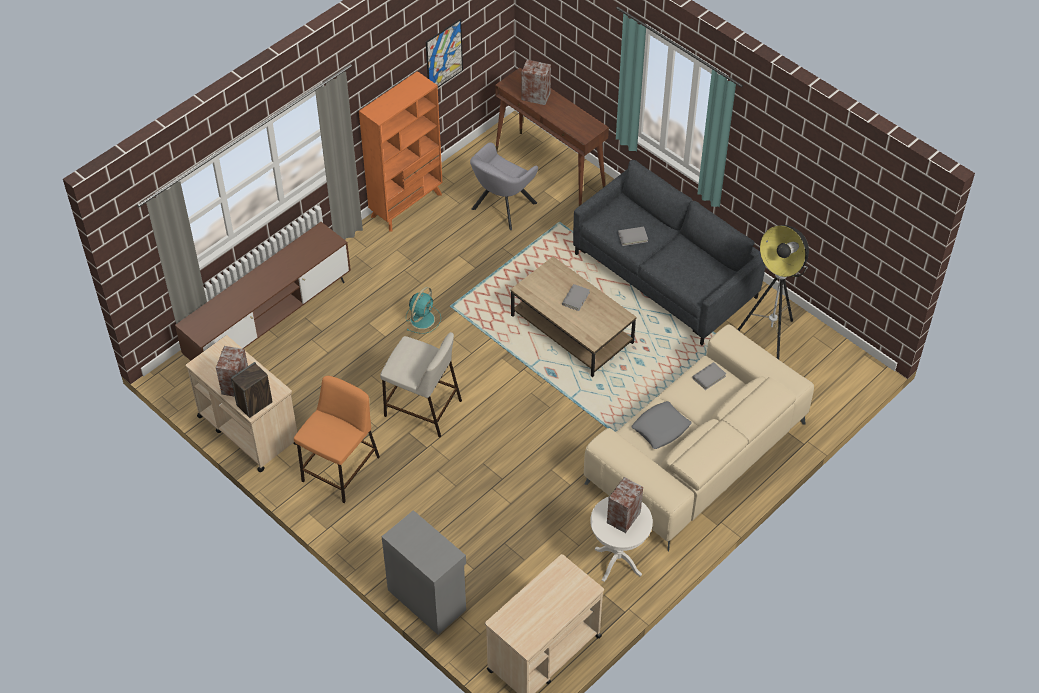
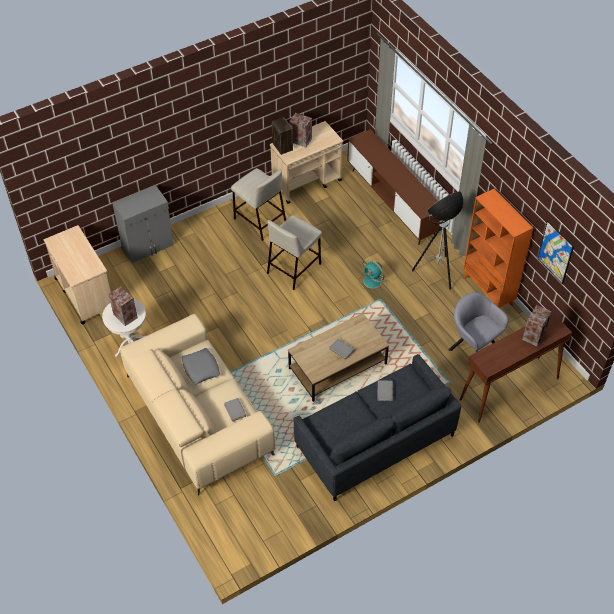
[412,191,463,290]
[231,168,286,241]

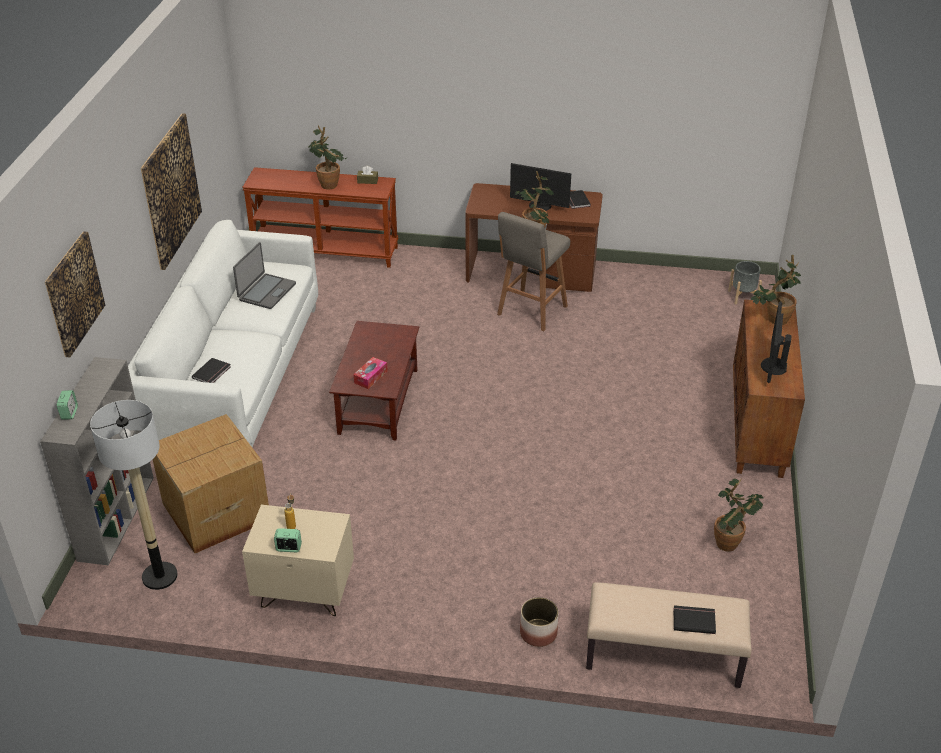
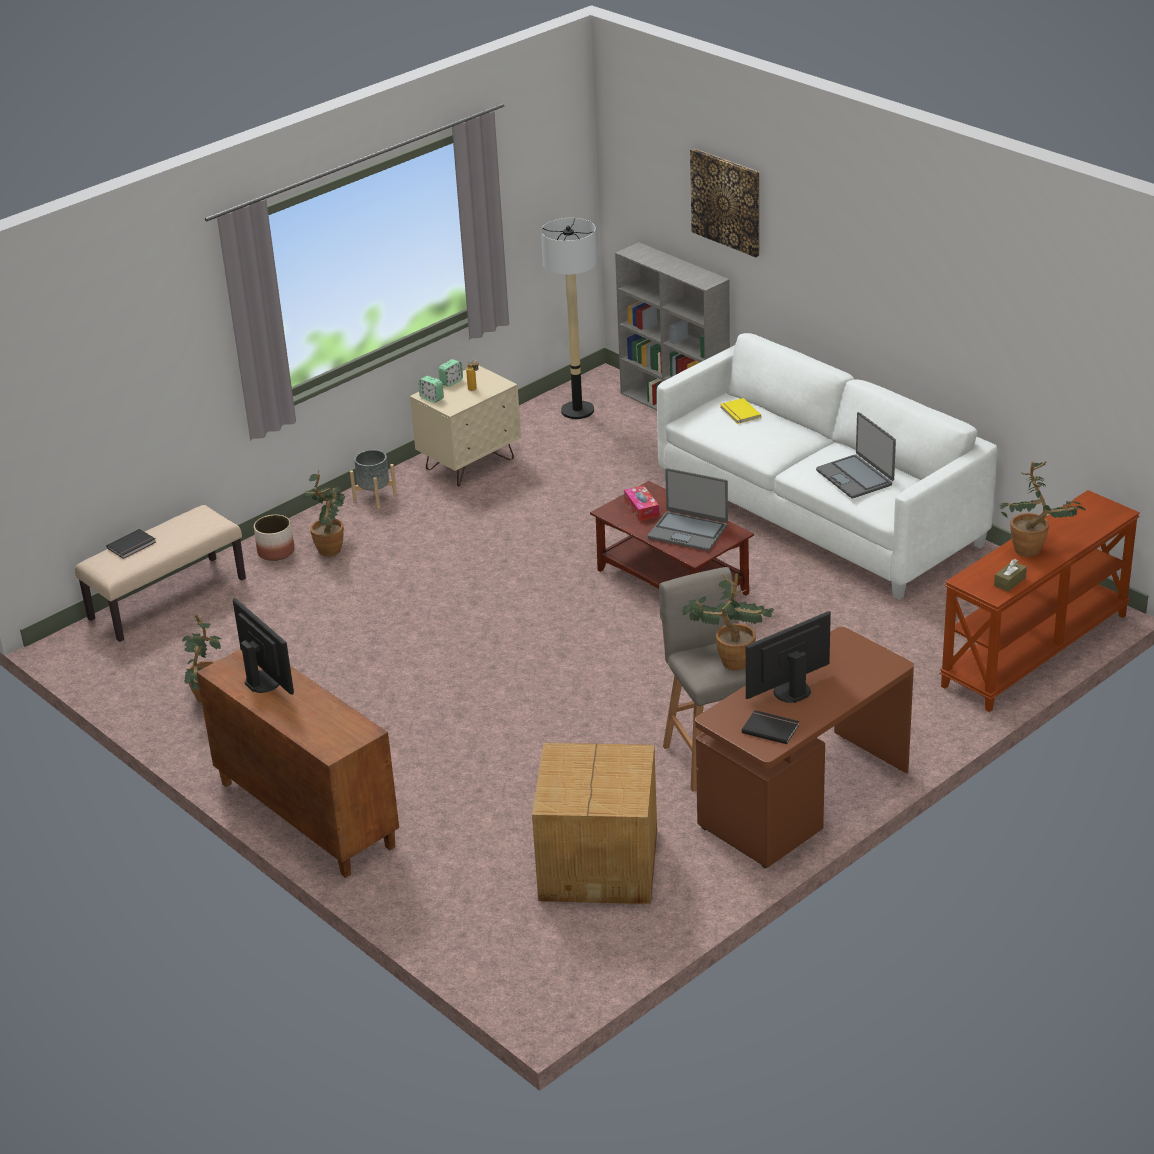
[141,114,202,270] (first image)
[648,468,728,551]
[419,376,443,403]
[532,743,657,904]
[350,450,397,509]
[303,470,345,557]
[720,398,761,424]

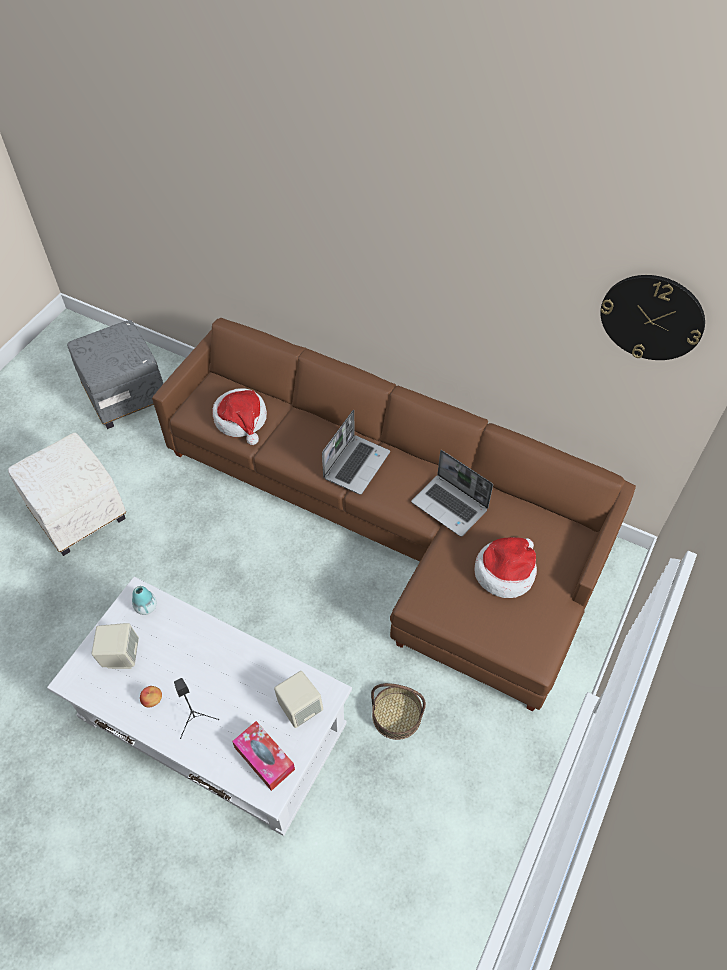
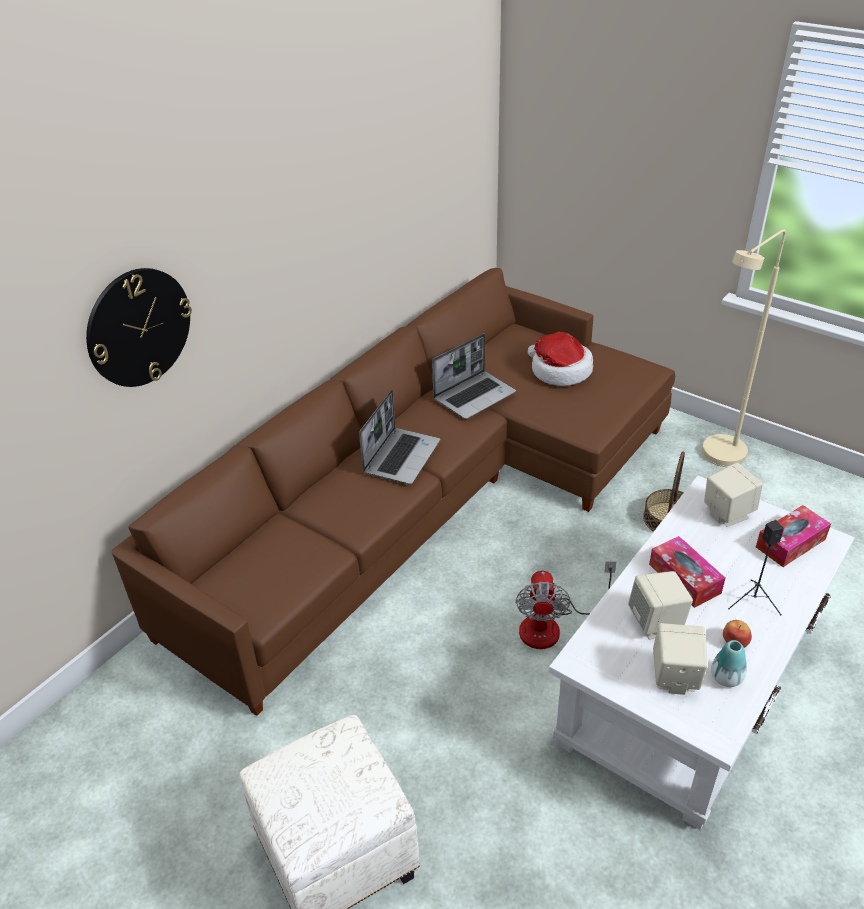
[67,320,163,429] (first image)
[212,388,267,445] (first image)
[516,562,616,649]
[628,571,693,640]
[649,536,725,608]
[702,230,786,467]
[711,640,747,687]
[86,268,192,387]
[359,389,440,484]

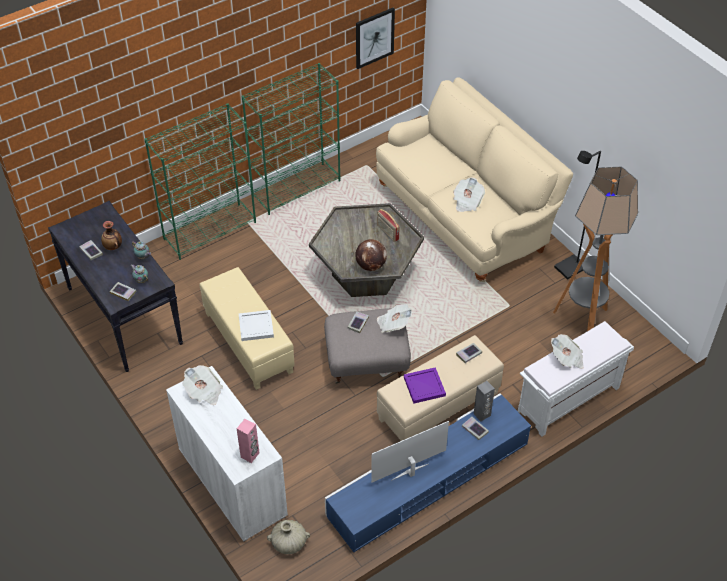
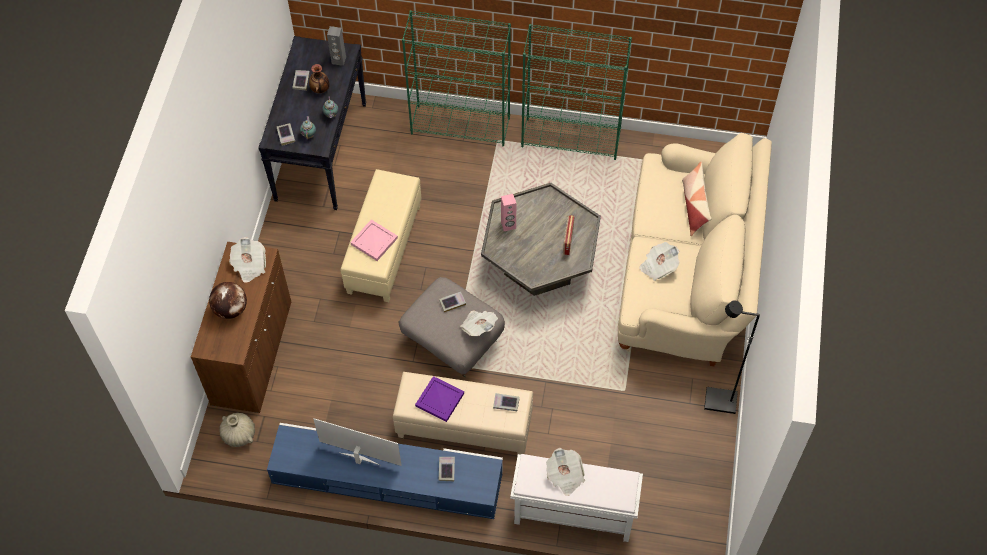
[356,8,395,69] (first image)
[553,167,638,331] (first image)
[682,162,711,236]
[501,194,517,231]
[209,282,247,319]
[327,26,346,66]
[191,242,291,413]
[350,220,398,261]

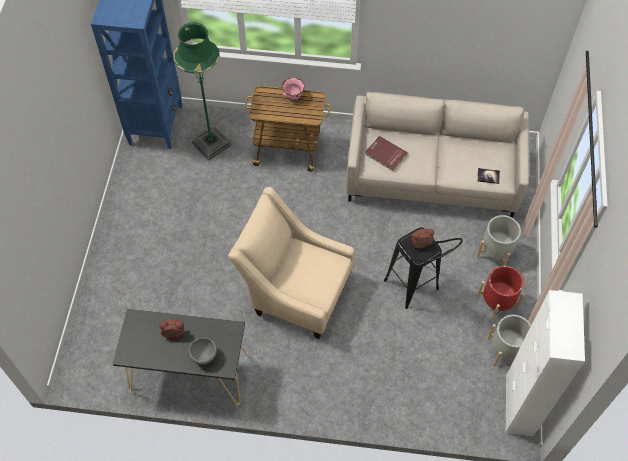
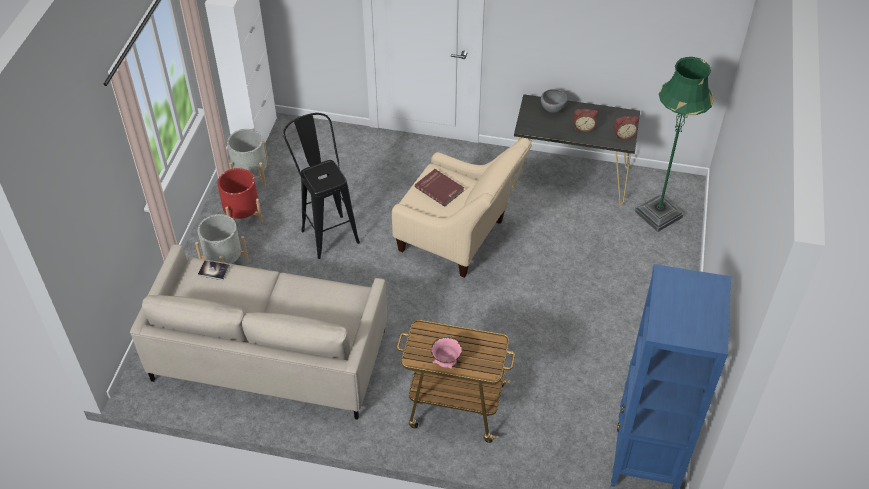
[634,57,714,232]
[415,169,464,207]
[614,116,639,140]

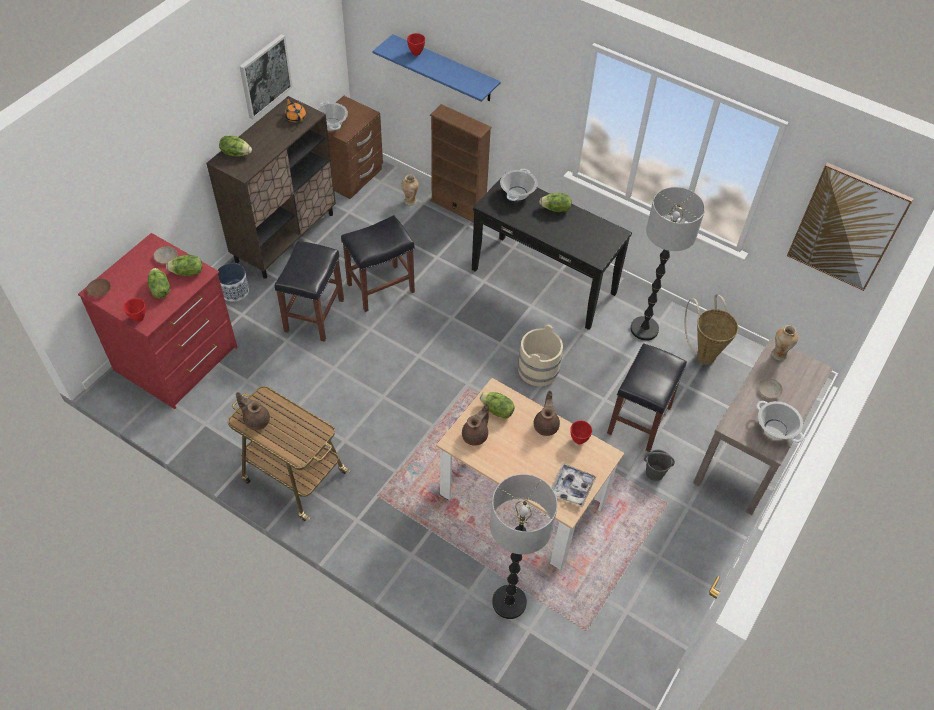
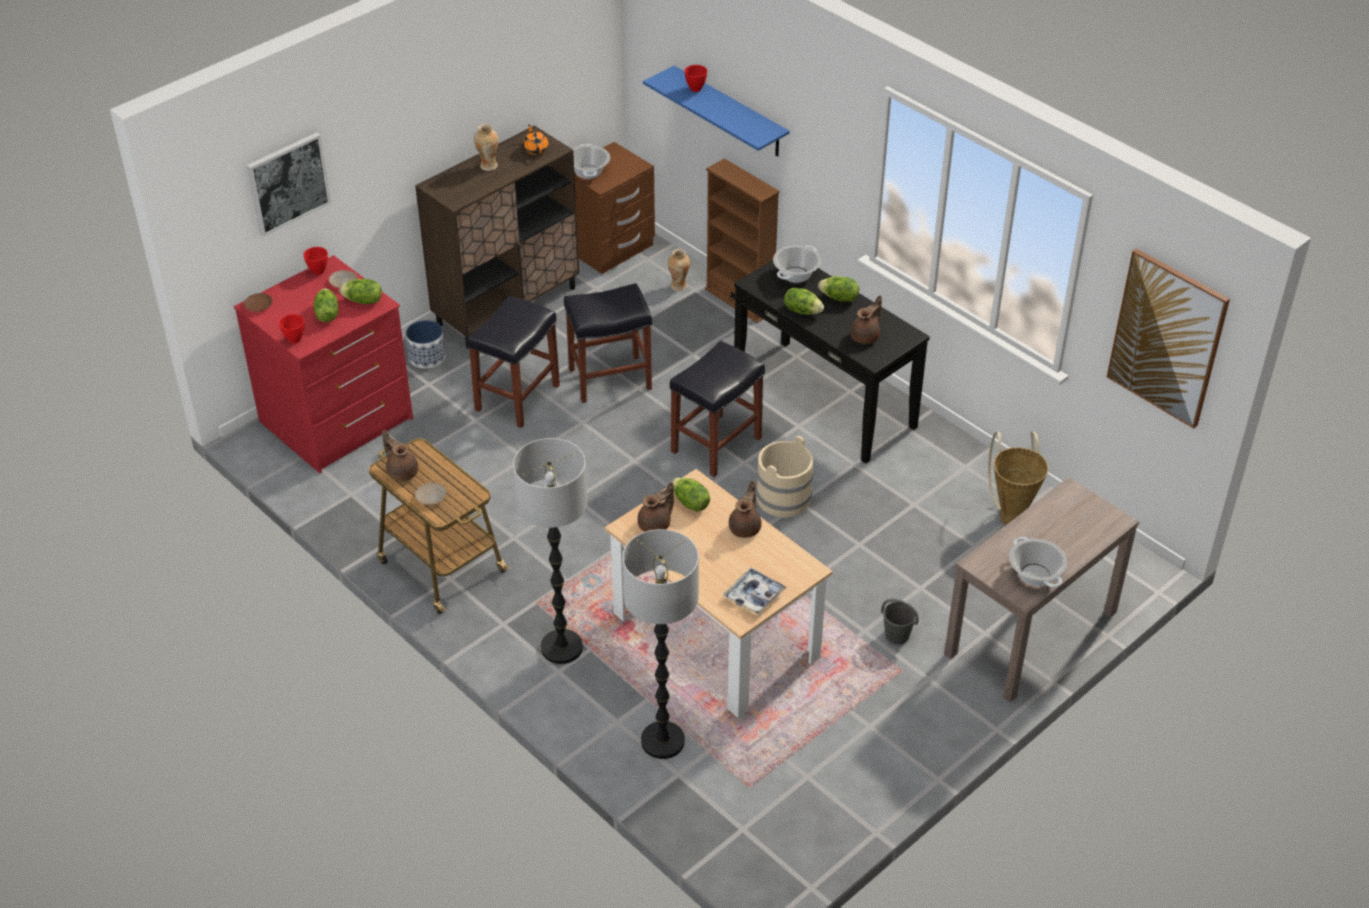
[850,295,882,344]
[784,287,824,315]
[246,132,331,237]
[303,247,328,275]
[670,341,765,477]
[513,438,588,664]
[415,483,446,505]
[474,124,498,171]

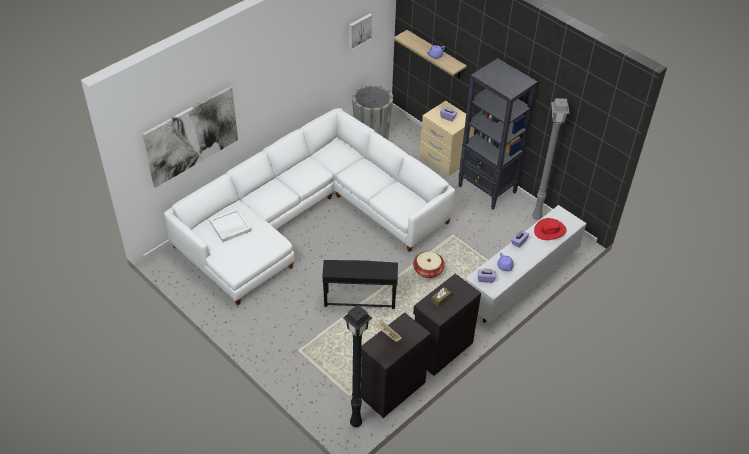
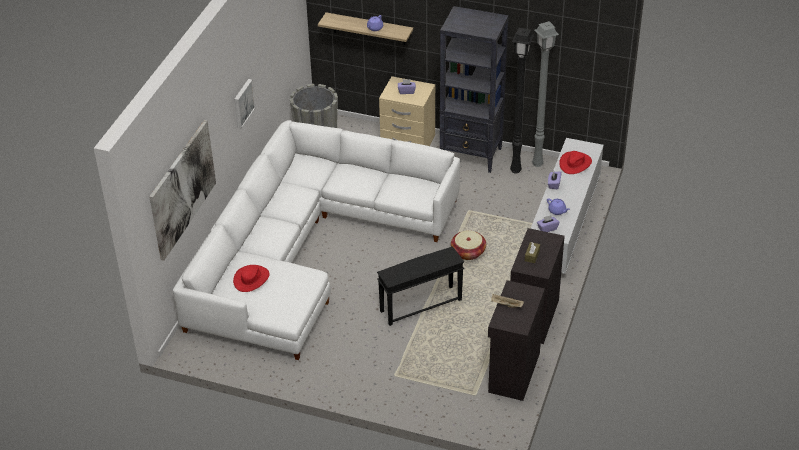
[510,28,534,173]
[234,79,255,129]
[233,265,270,292]

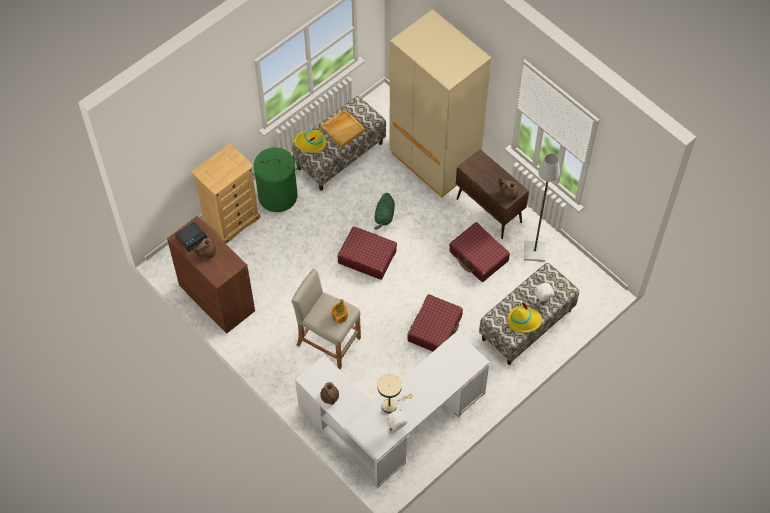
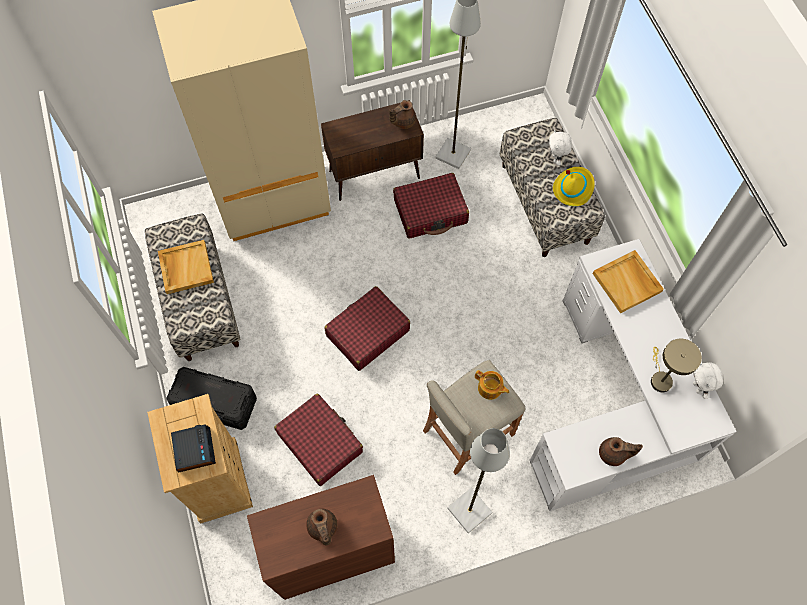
[294,130,326,153] (first image)
[374,193,395,230] (first image)
[447,428,510,533]
[593,250,664,314]
[171,425,216,472]
[274,394,363,486]
[167,367,257,430]

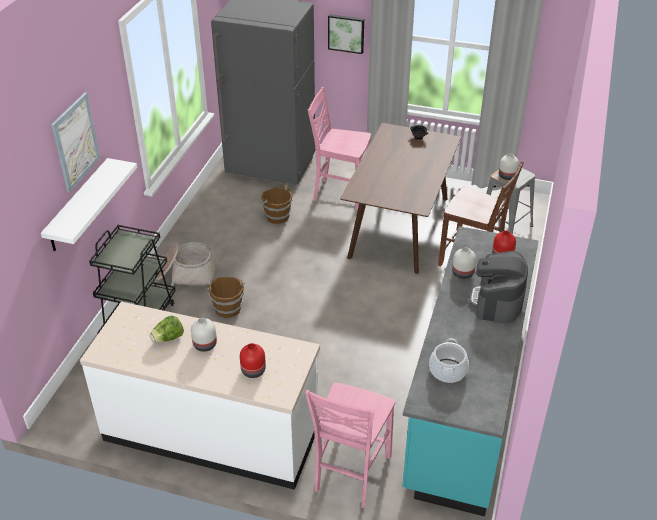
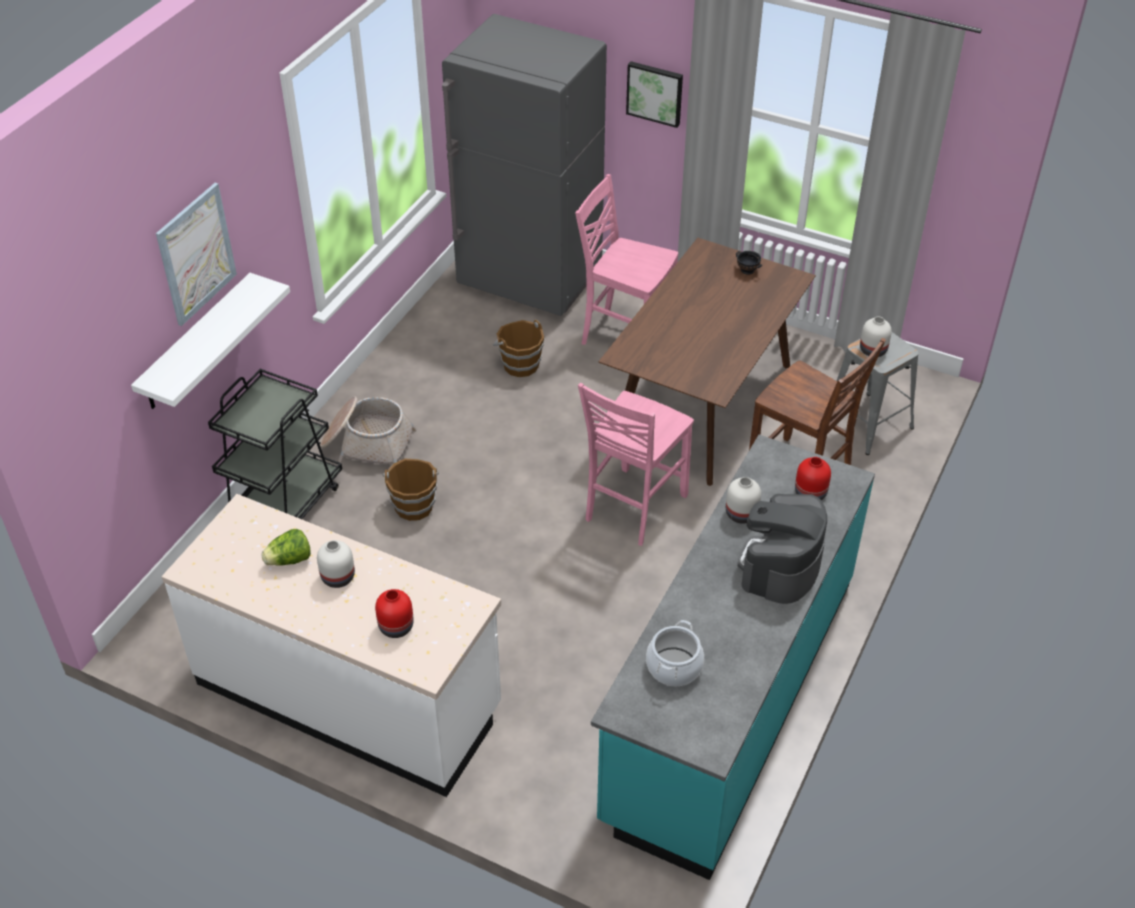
[578,383,694,546]

